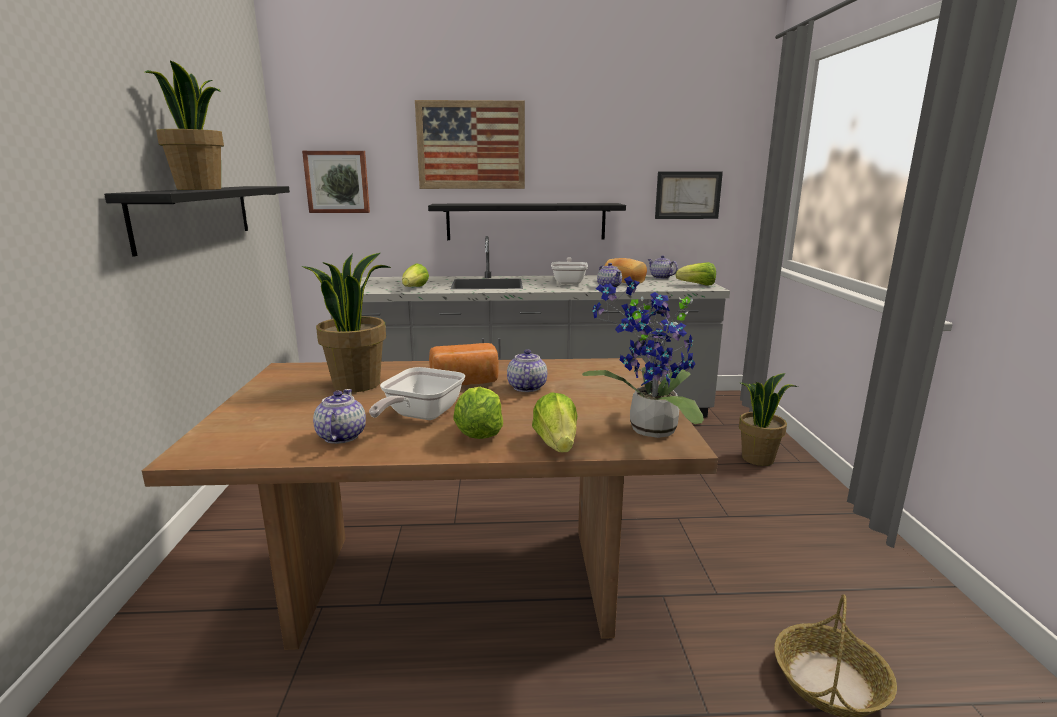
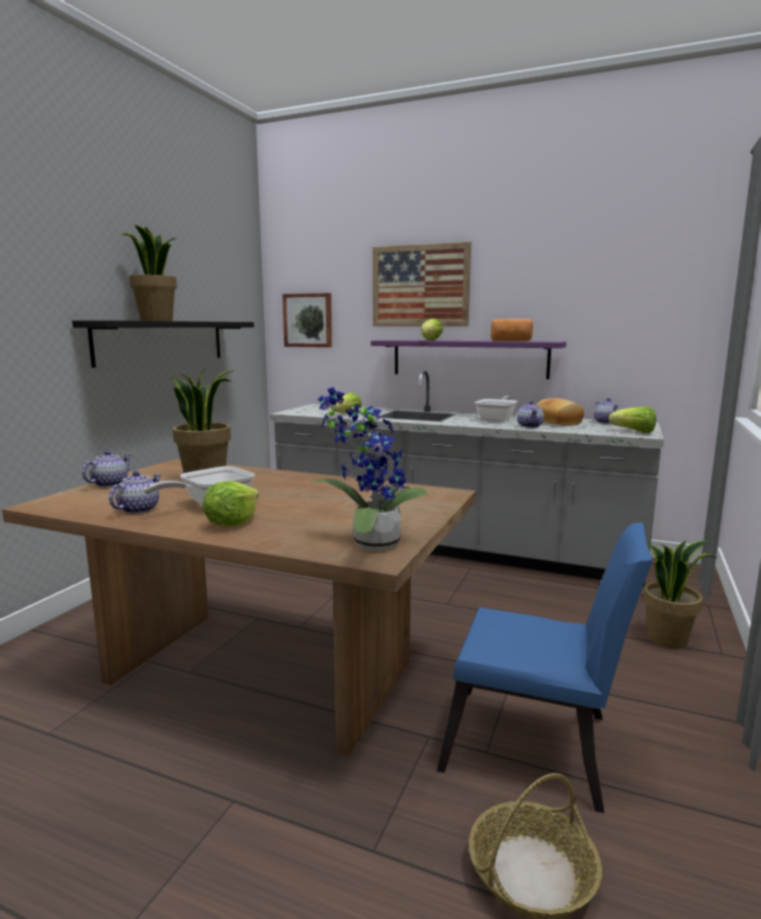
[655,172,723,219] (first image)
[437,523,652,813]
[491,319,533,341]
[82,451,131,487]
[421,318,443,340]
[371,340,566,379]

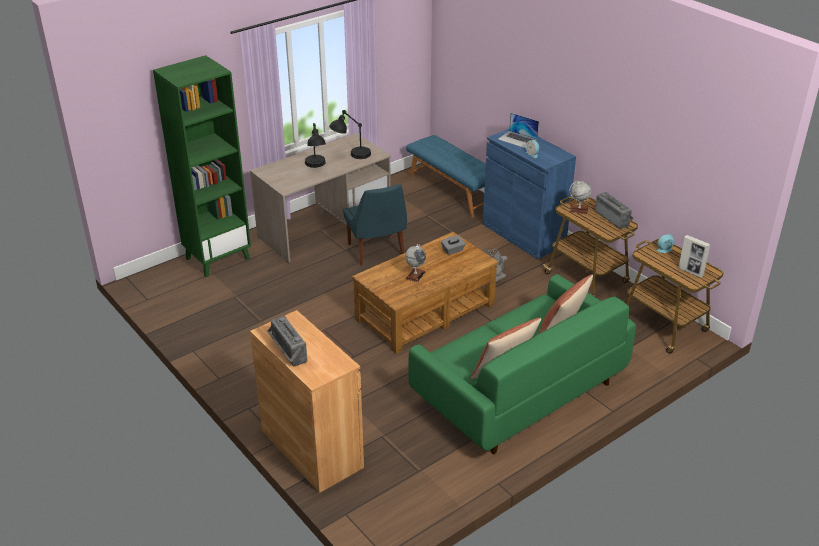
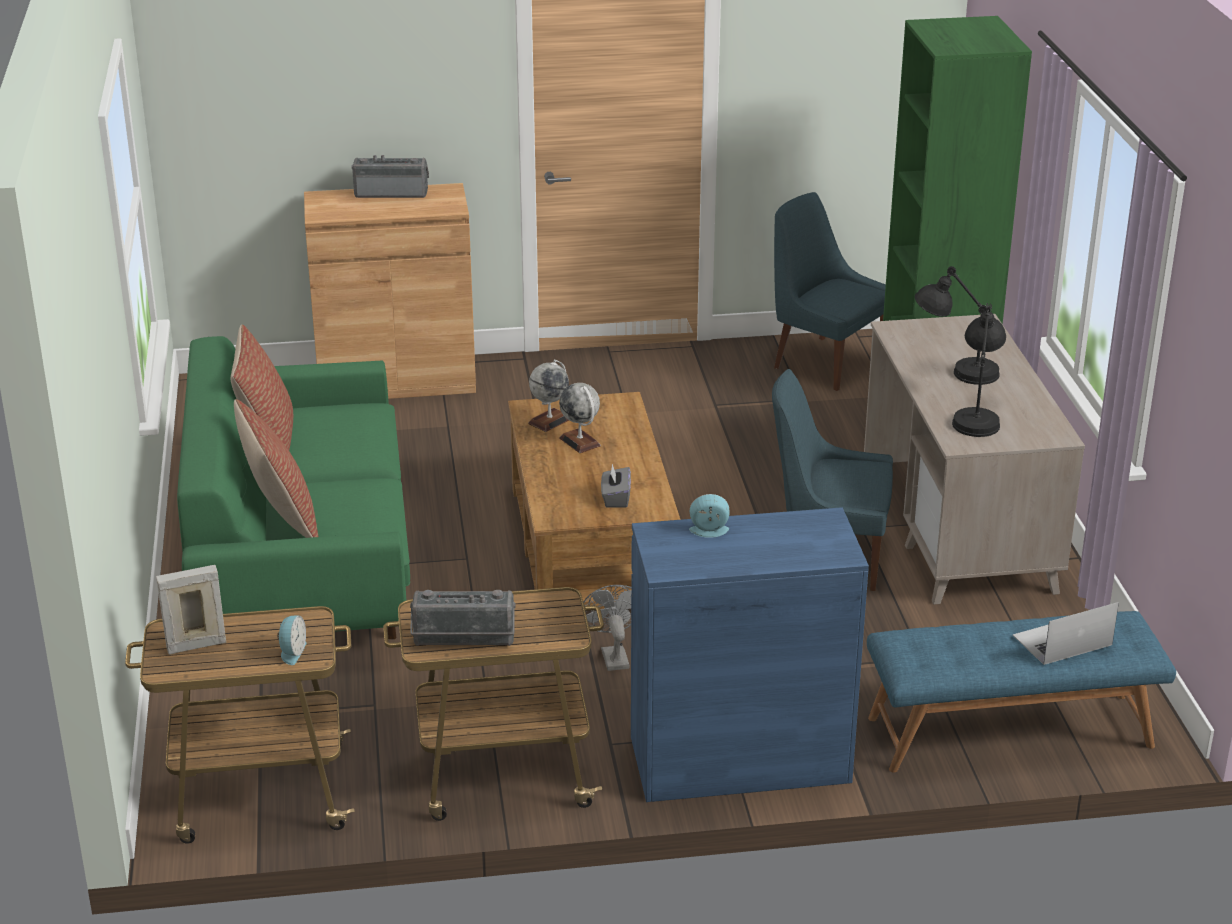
[774,192,886,391]
[1013,602,1119,665]
[528,360,569,432]

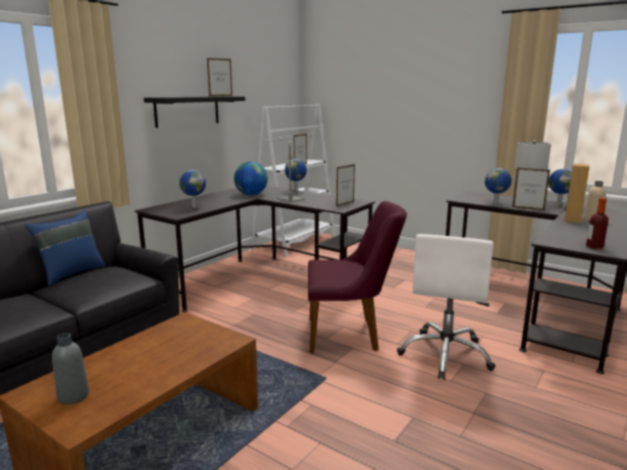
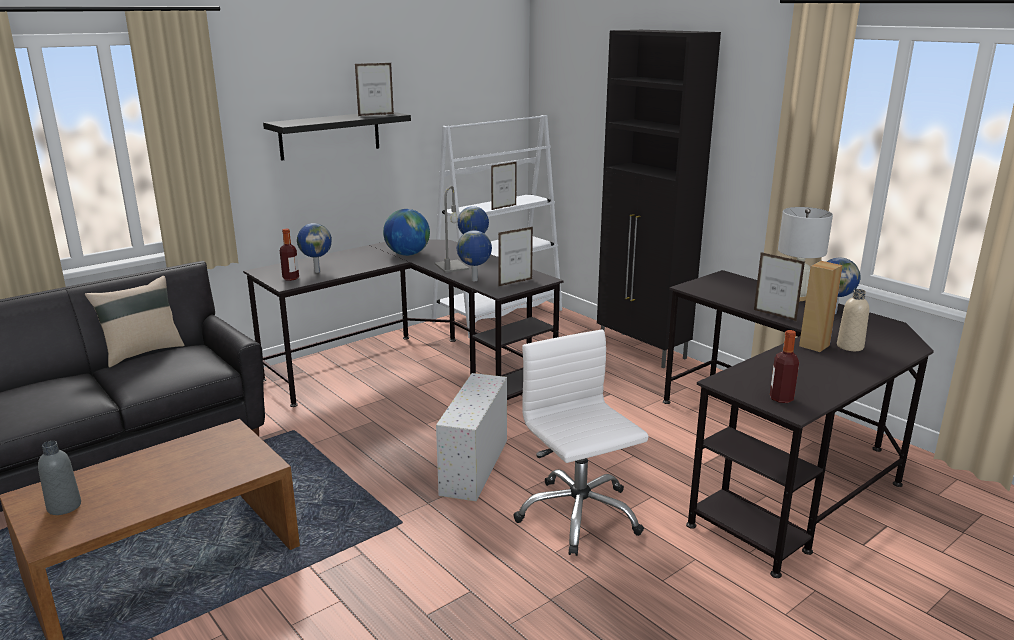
[280,229,299,281]
[597,30,721,368]
[457,230,492,281]
[436,373,507,502]
[85,276,184,367]
[514,329,648,556]

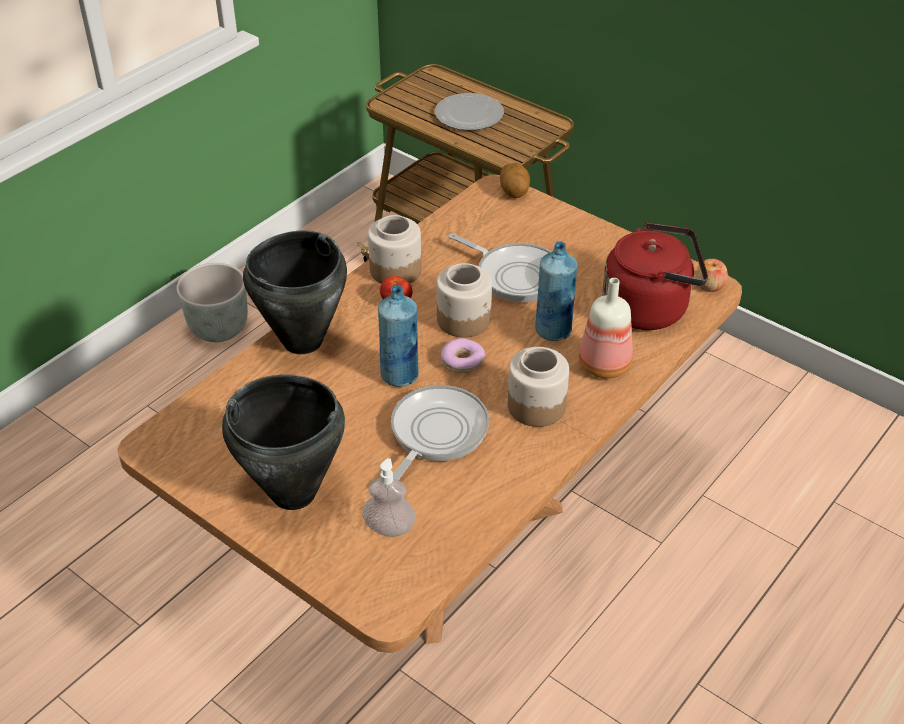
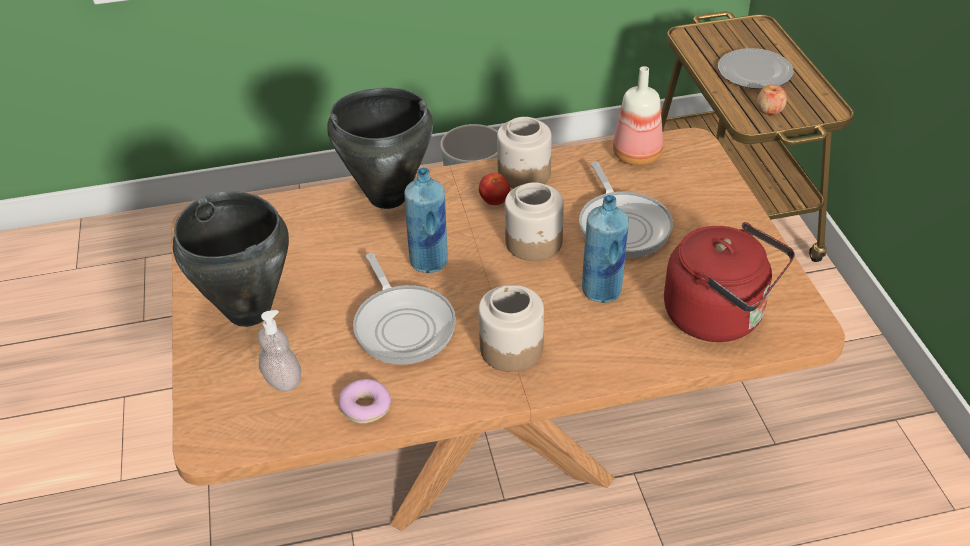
[500,163,530,198] (first image)
[339,379,391,424]
[613,66,663,166]
[757,85,787,115]
[353,253,456,365]

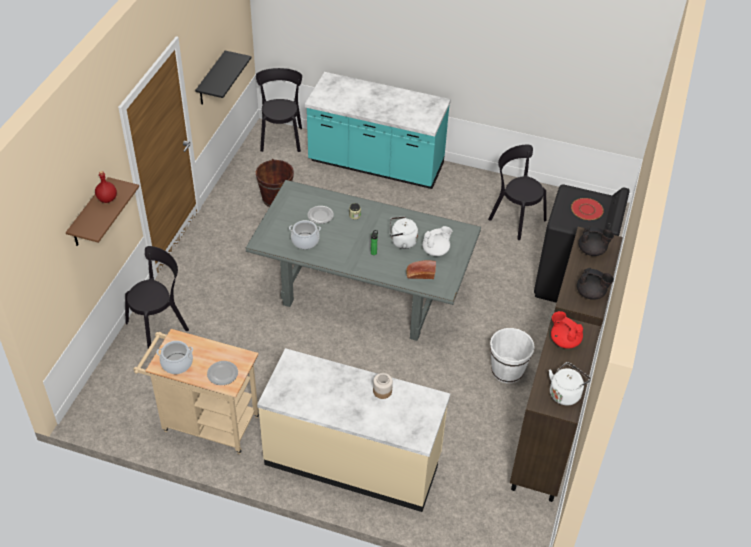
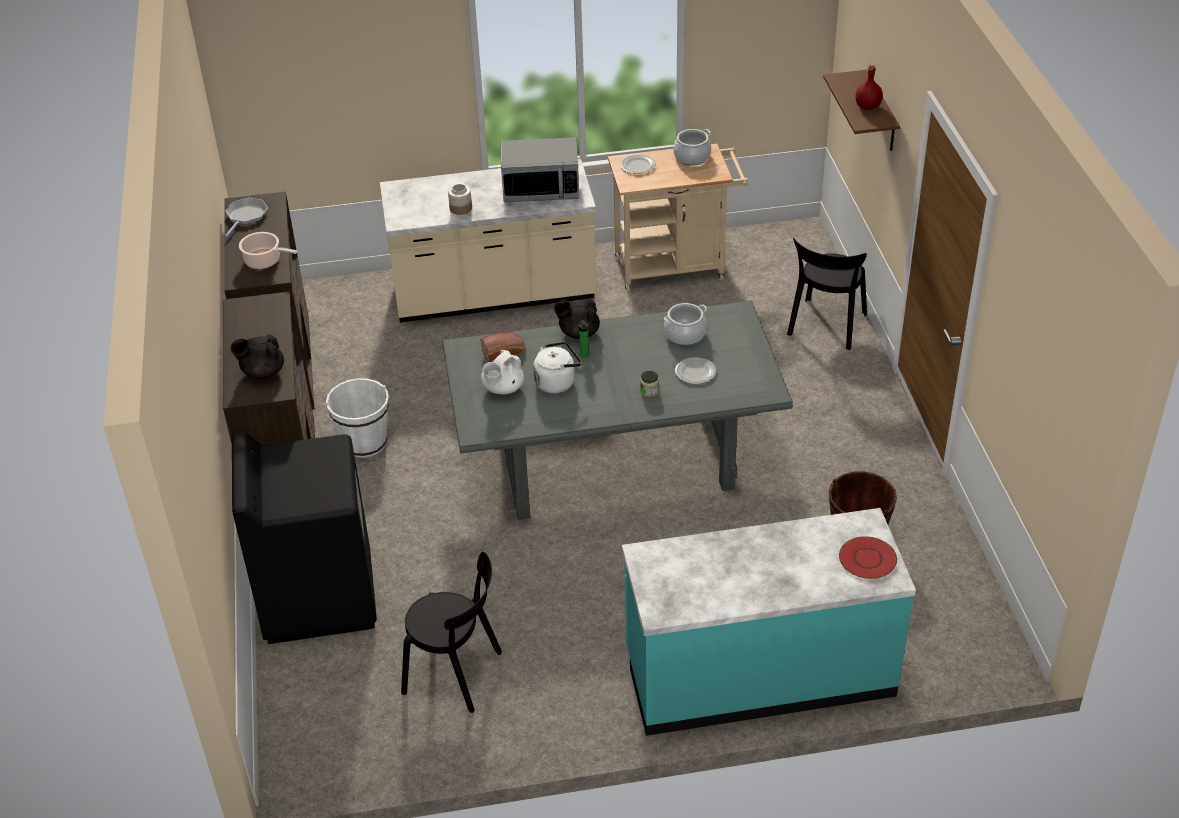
[195,51,252,105] (first image)
[256,68,302,152] (first image)
[501,137,579,202]
[839,536,897,579]
[554,298,600,339]
[225,198,268,237]
[239,232,298,269]

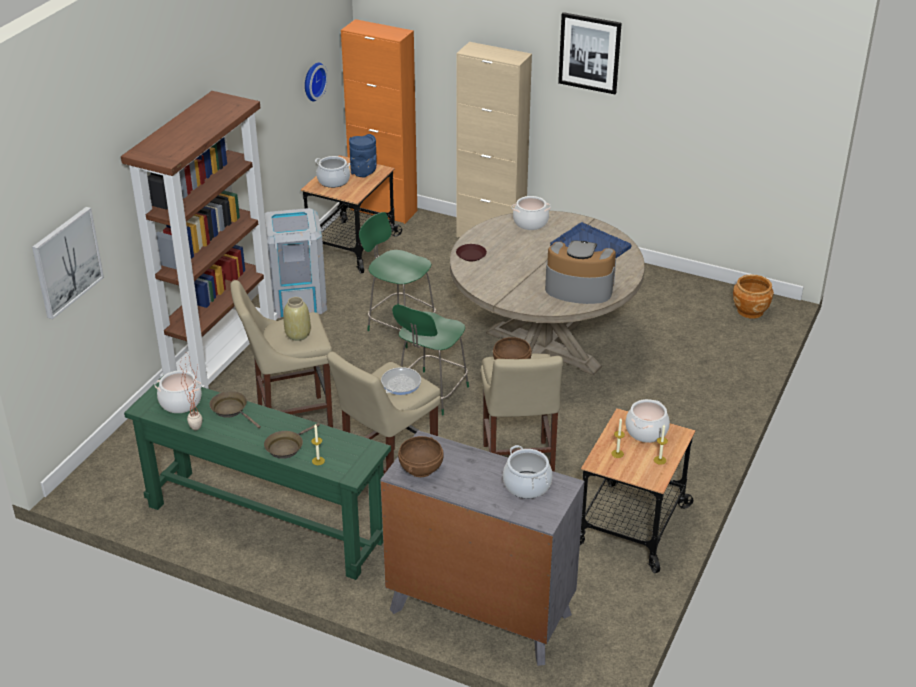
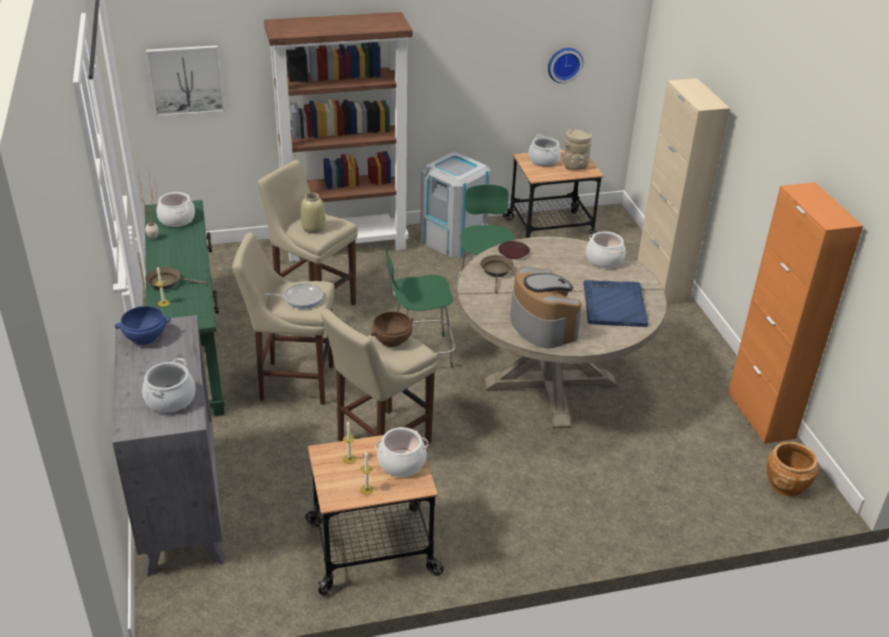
[558,12,622,94] (first image)
[480,255,514,293]
[728,182,863,444]
[563,128,592,170]
[115,306,171,345]

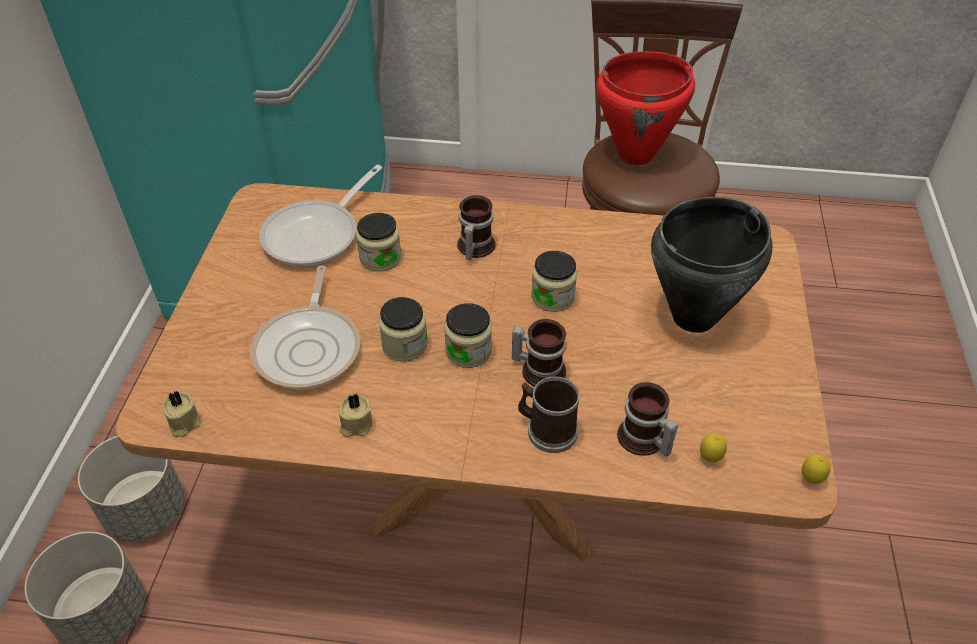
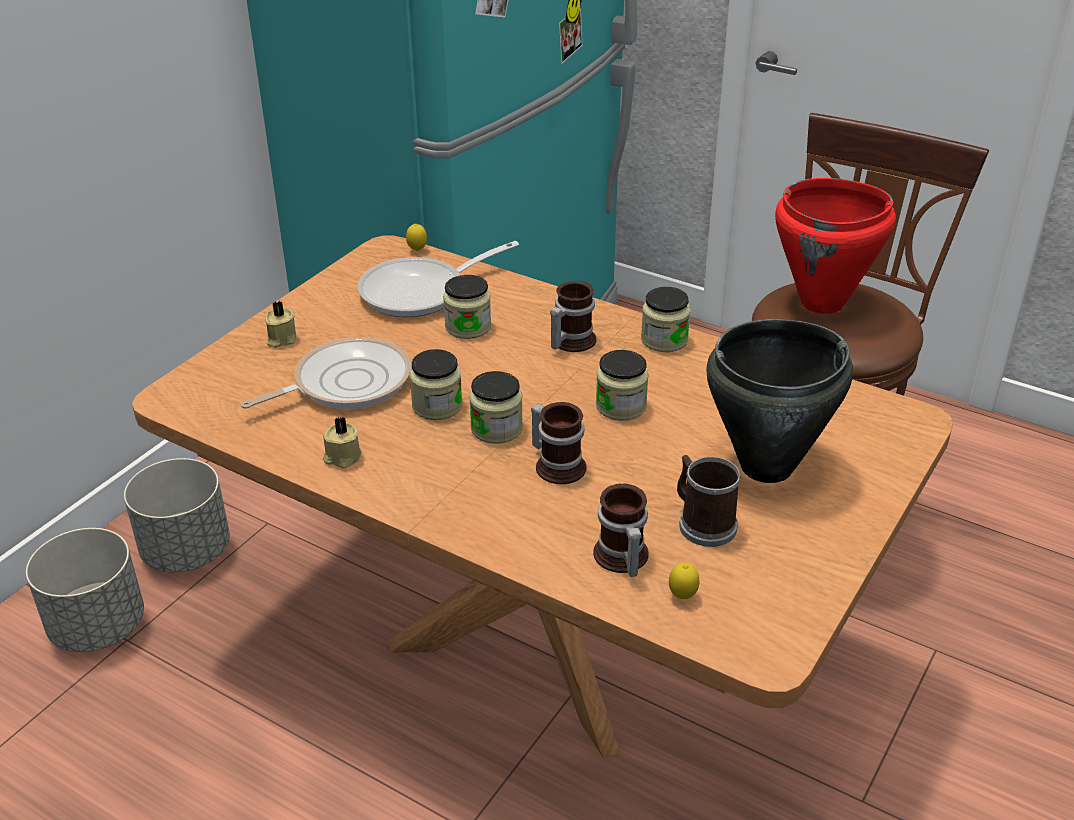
[641,287,691,352]
[265,301,296,348]
[677,455,741,547]
[406,224,427,251]
[240,337,411,409]

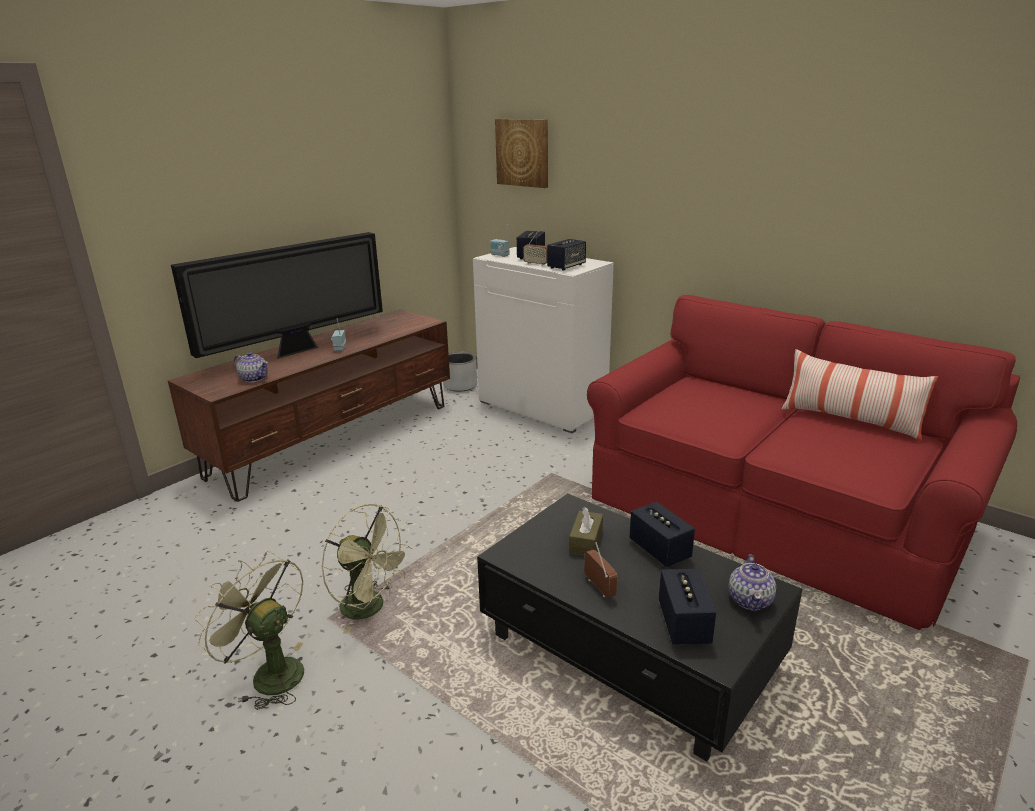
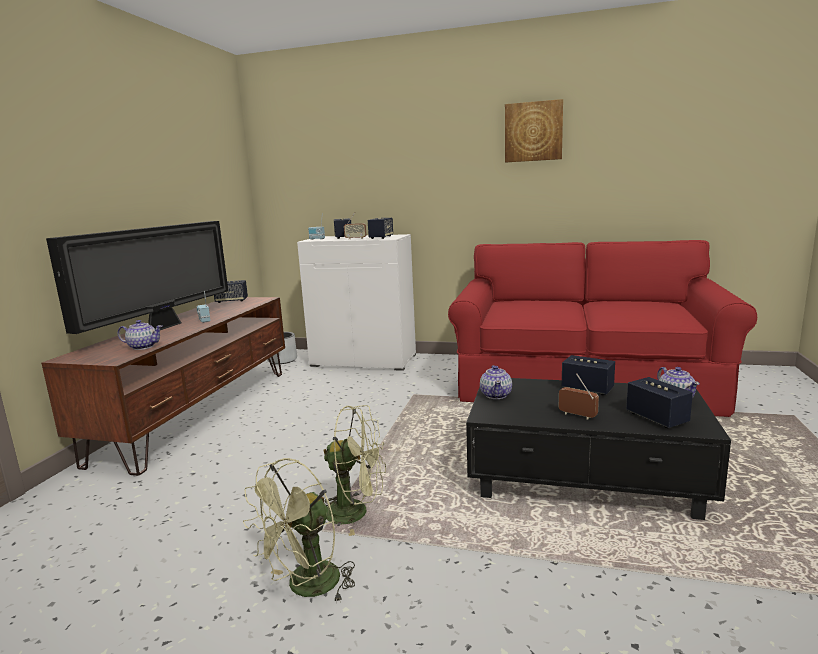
[569,507,603,556] (first image)
[782,349,938,441] (first image)
[214,280,248,303]
[480,365,512,399]
[505,99,563,162]
[243,458,355,603]

